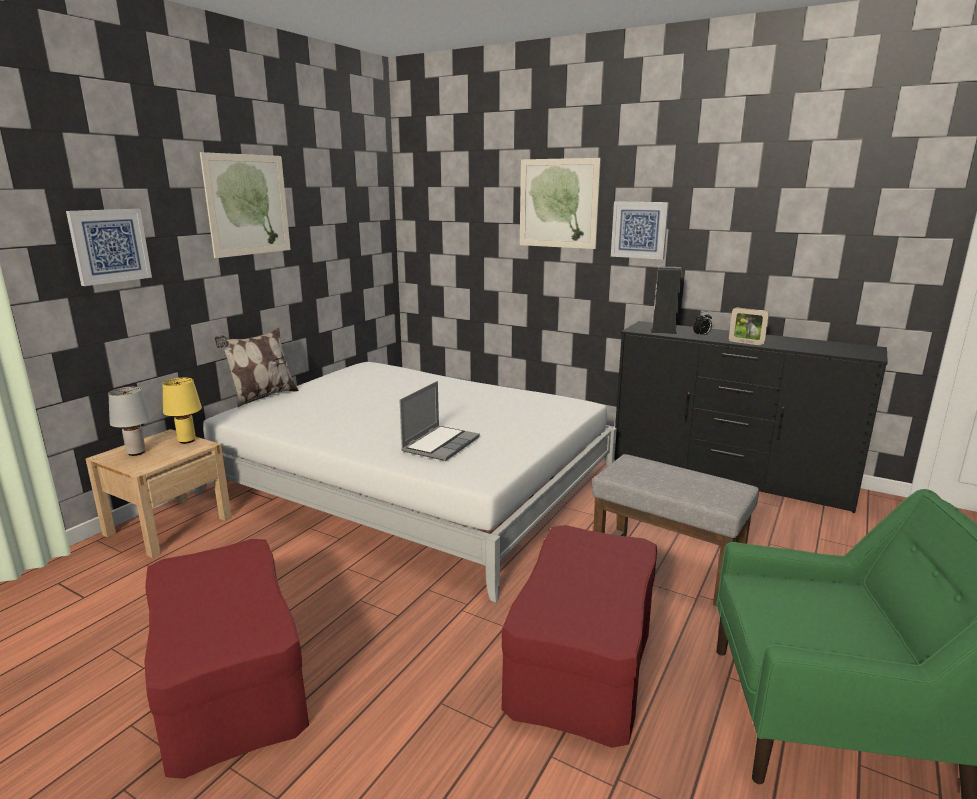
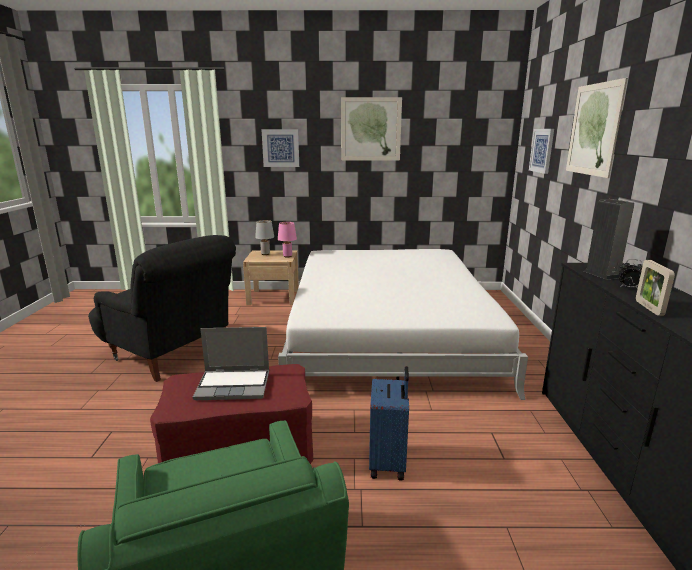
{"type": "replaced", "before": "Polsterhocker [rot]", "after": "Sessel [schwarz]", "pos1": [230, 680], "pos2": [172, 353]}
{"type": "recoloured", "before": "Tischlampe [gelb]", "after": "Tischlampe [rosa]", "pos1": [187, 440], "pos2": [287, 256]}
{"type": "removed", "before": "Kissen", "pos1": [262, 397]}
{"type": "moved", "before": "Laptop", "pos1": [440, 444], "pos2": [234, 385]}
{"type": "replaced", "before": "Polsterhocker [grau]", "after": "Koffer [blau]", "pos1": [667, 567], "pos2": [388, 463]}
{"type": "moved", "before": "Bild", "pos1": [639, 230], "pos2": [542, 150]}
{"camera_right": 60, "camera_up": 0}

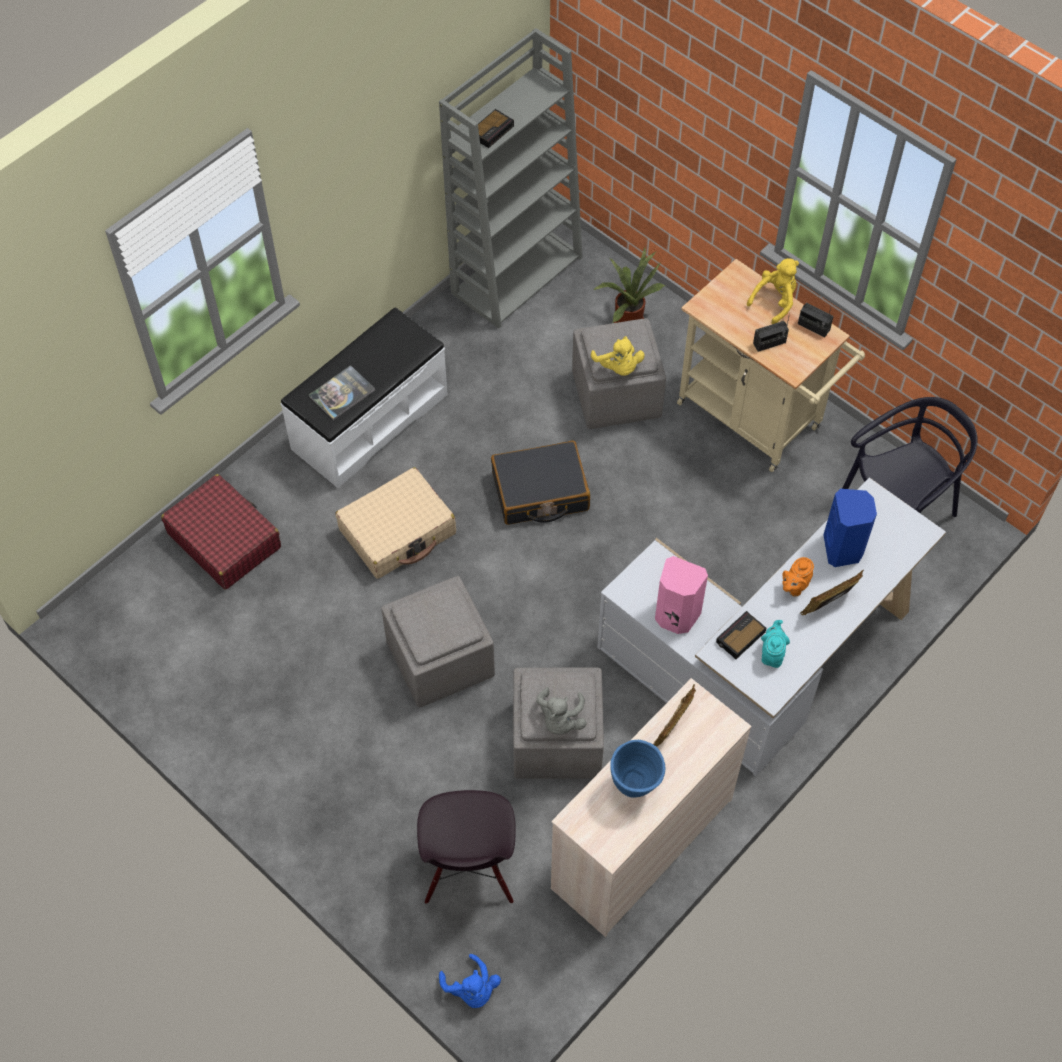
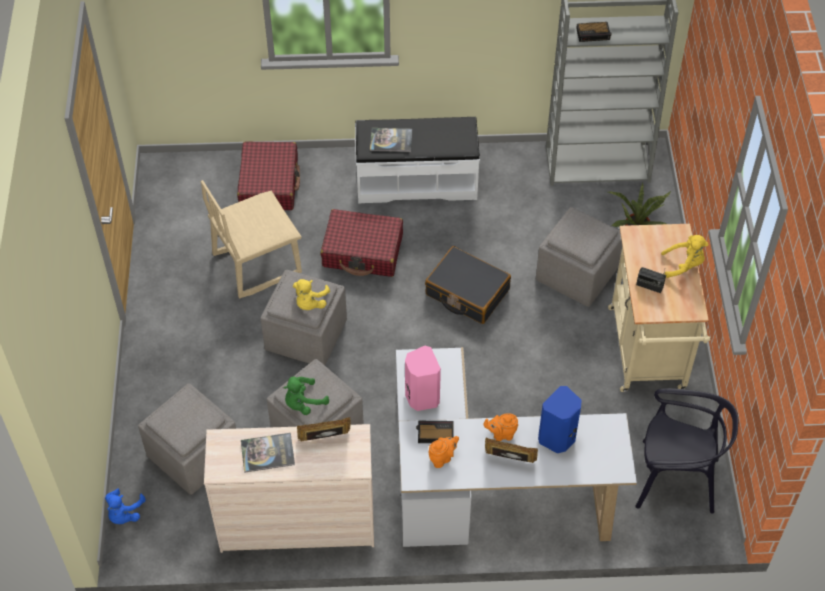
{"type": "recoloured", "before": "Koffer [beige]", "after": "Koffer [rot]", "pos1": [398, 532], "pos2": [363, 251]}
{"type": "replaced", "before": "Stuhl [schwarz]", "after": "Polsterhocker [grau]", "pos1": [469, 871], "pos2": [192, 455]}
{"type": "recoloured", "before": "Plüschtier [grau]", "after": "Plüschtier [grün]", "pos1": [560, 720], "pos2": [303, 403]}
{"type": "moved", "before": "Plüschtier [gelb]", "pos1": [618, 367], "pos2": [310, 303]}
{"type": "replaced", "before": "Vase [blau]", "after": "Buch", "pos1": [635, 790], "pos2": [267, 453]}
{"type": "recoloured", "before": "Teekanne [türkis]", "after": "Teekanne [orange]", "pos1": [772, 654], "pos2": [442, 458]}
{"type": "removed", "before": "Radio", "pos1": [813, 327]}
{"type": "added", "after": "Stuhl [beige]", "pos2": [256, 263]}
{"camera_right": 45, "camera_up": -5}

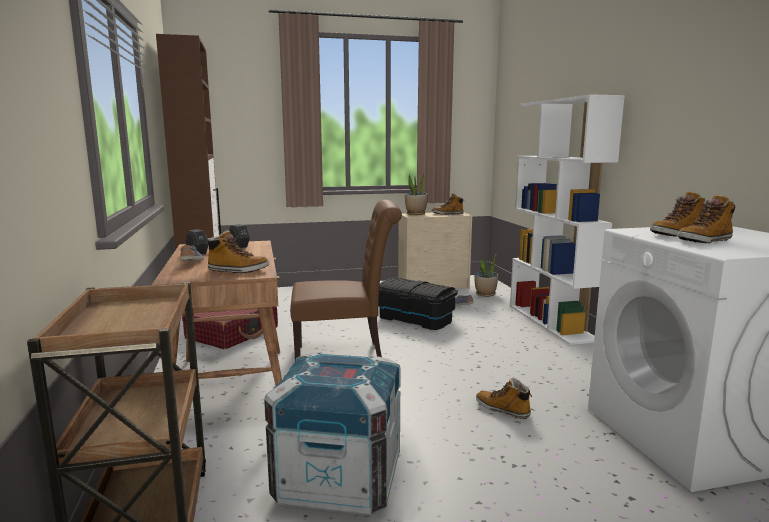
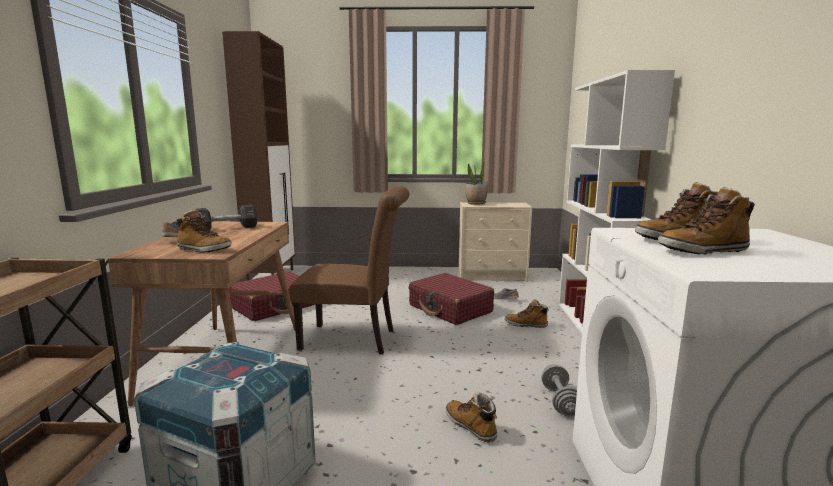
{"type": "replaced", "before": "Aufbewahrungsbox [schwarz]", "after": "Koffer [rot]", "pos1": [415, 319], "pos2": [450, 309]}
{"type": "moved", "before": "Stiefel", "pos1": [447, 214], "pos2": [526, 325]}
{"type": "removed", "before": "Topfpflanze", "pos1": [485, 294]}
{"type": "added", "after": "Hantel [grau]", "pos2": [560, 401]}
{"camera_right": 15, "camera_up": 0}

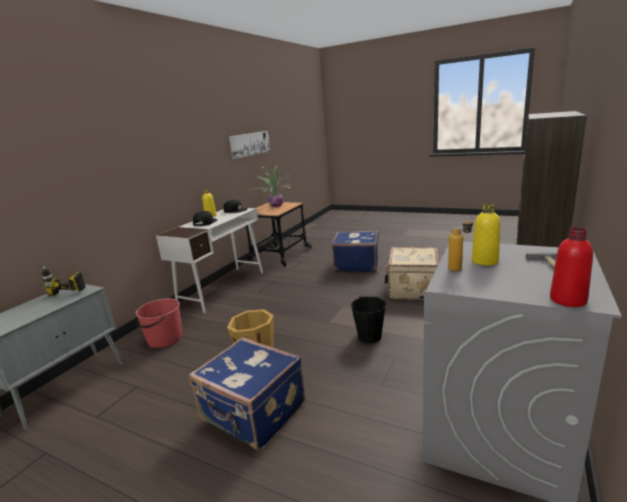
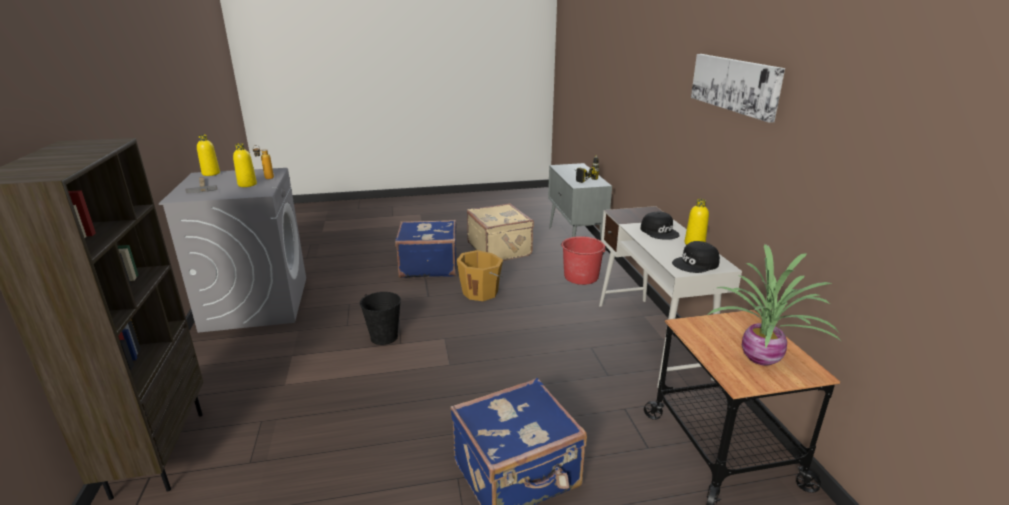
{"type": "moved", "before": "Bild", "pos1": [250, 144], "pos2": [734, 84]}
{"type": "moved", "before": "Koffer [beige]", "pos1": [412, 289], "pos2": [500, 249]}
{"type": "recoloured", "before": "Flasche [rot]", "after": "Flasche [gelb]", "pos1": [568, 300], "pos2": [211, 173]}
{"camera_right": 140, "camera_up": 5}

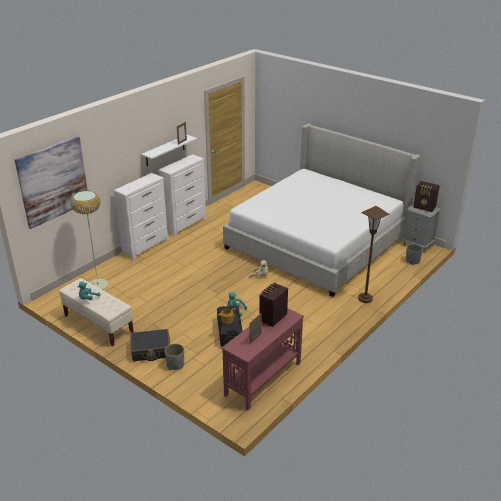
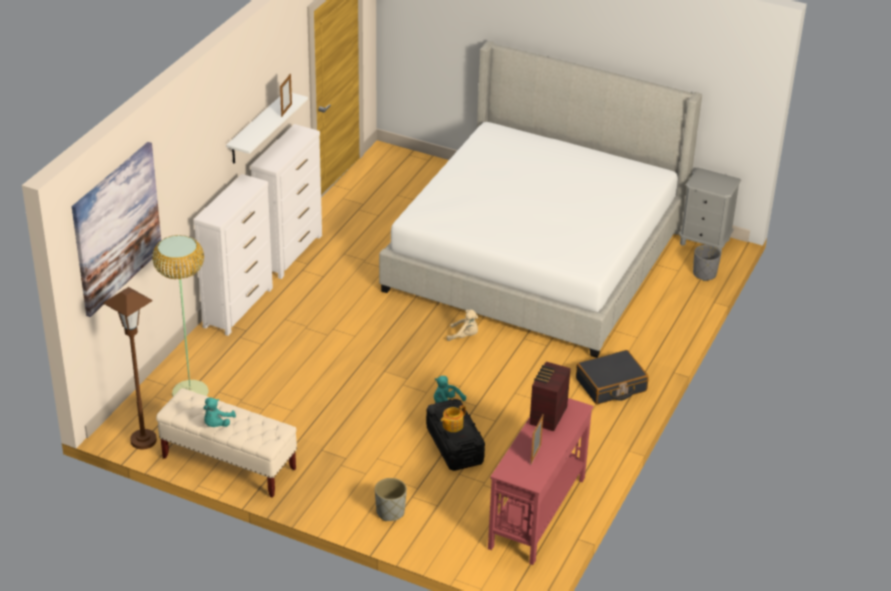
{"type": "moved", "before": "Koffer [schwarz]", "pos1": [151, 350], "pos2": [611, 385]}
{"type": "moved", "before": "Stehlampe [braun]", "pos1": [365, 298], "pos2": [143, 440]}
{"type": "removed", "before": "Radio", "pos1": [424, 207]}
{"camera_right": -15, "camera_up": 5}

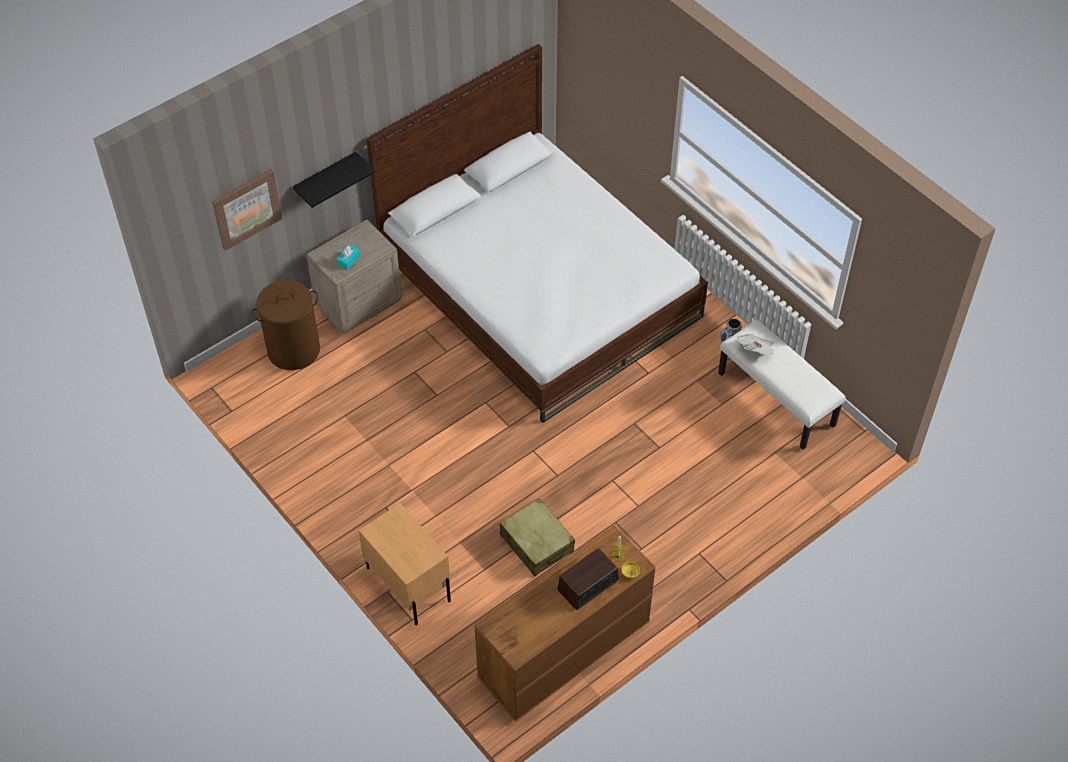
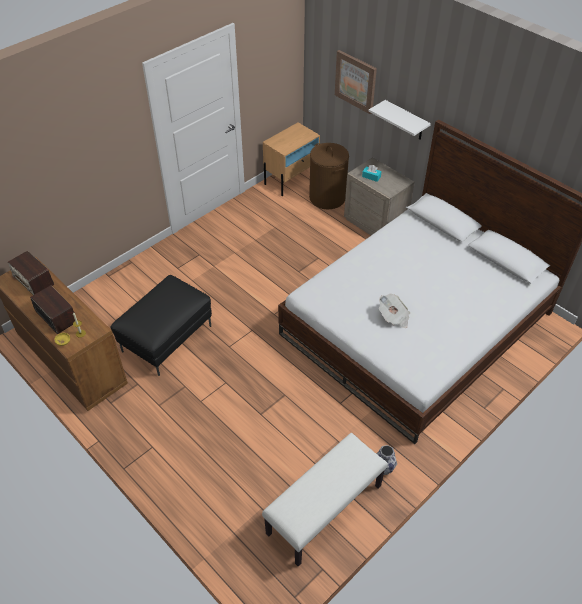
{"type": "recoloured", "before": "Wandregal [schwarz]", "after": "Wandregal [weiß]", "pos1": [326, 179], "pos2": [406, 121]}
{"type": "moved", "before": "Nachttisch [beige]", "pos1": [408, 584], "pos2": [291, 179]}
{"type": "replaced", "before": "Koffer [beige]", "after": "Polsterhocker [schwarz]", "pos1": [536, 543], "pos2": [166, 338]}
{"type": "moved", "before": "Zeitung", "pos1": [756, 350], "pos2": [393, 317]}
{"type": "added", "after": "Radio", "pos2": [33, 280]}
{"camera_right": 85, "camera_up": -5}

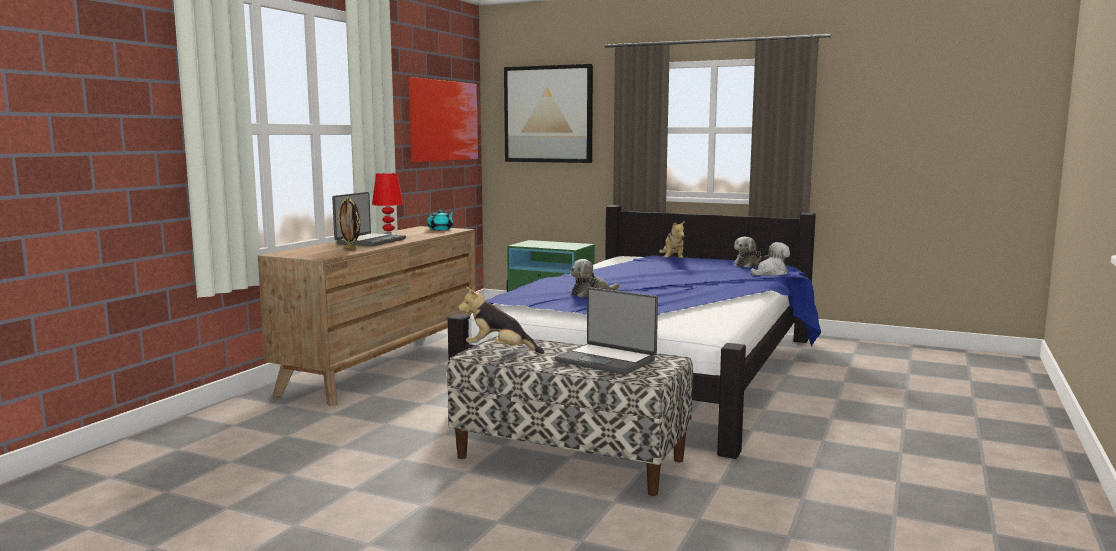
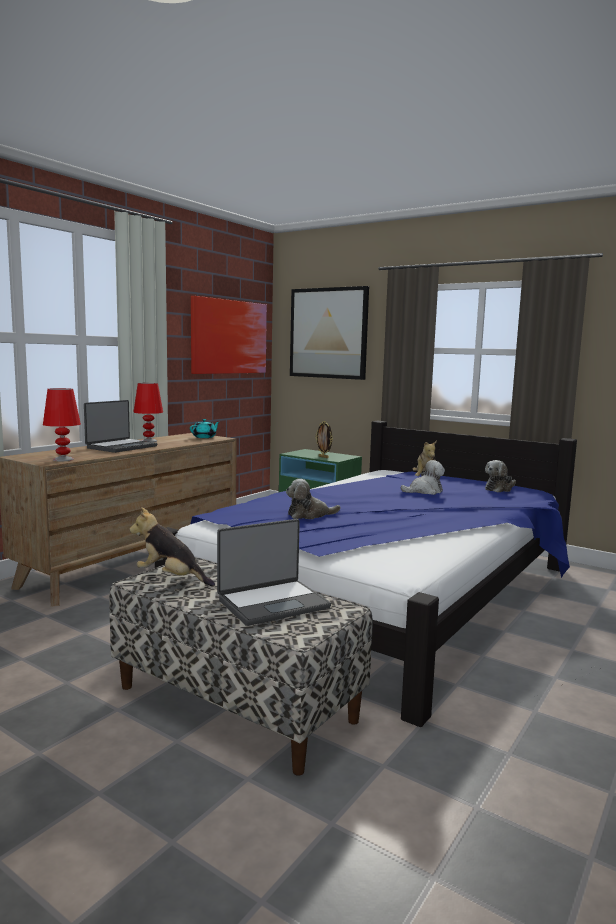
{"type": "moved", "before": "Bilderrahmen", "pos1": [351, 249], "pos2": [323, 457]}
{"type": "turned", "before": "Laptop", "pos1": [607, 360], "pos2": [272, 603], "turn": -75}
{"type": "moved", "before": "Plüschtier", "pos1": [771, 274], "pos2": [424, 491]}
{"type": "added", "after": "Tischlampe [rot]", "pos2": [63, 459]}
{"camera_right": 10, "camera_up": 0}

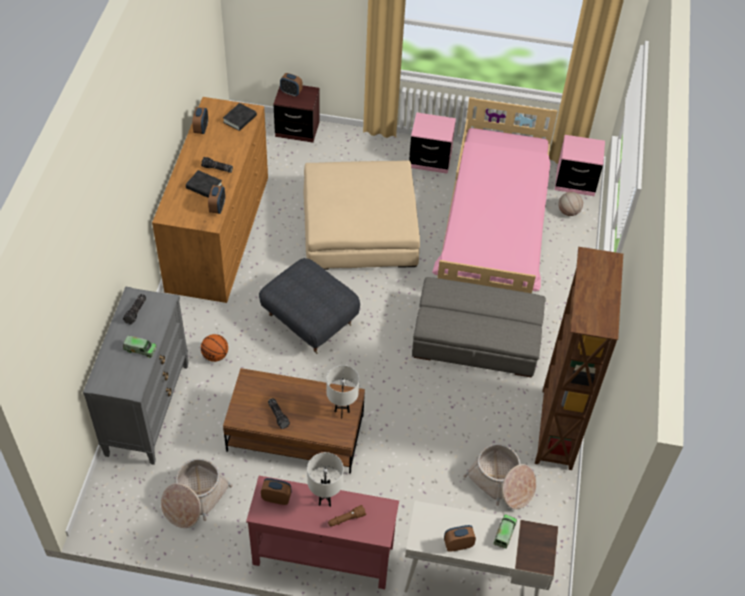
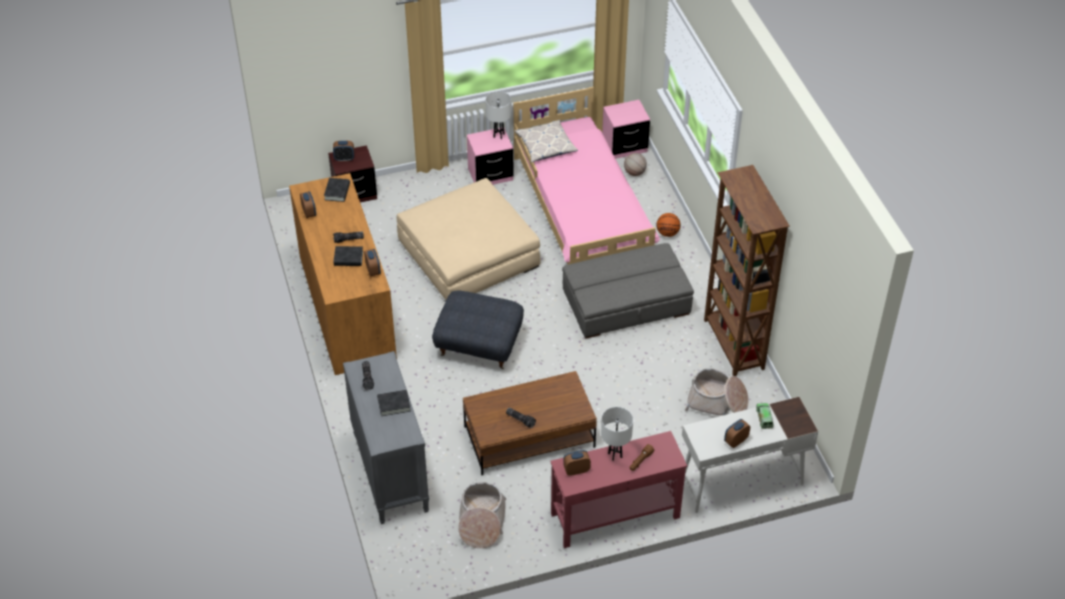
{"type": "replaced", "before": "Spielzeuglaster", "after": "Buch [schwarz]", "pos1": [140, 349], "pos2": [394, 404]}
{"type": "moved", "before": "Basketball", "pos1": [215, 355], "pos2": [667, 233]}
{"type": "moved", "before": "Tischlampe [weiß]", "pos1": [341, 412], "pos2": [498, 135]}
{"type": "added", "after": "Kissen", "pos2": [545, 145]}
{"camera_right": -25, "camera_up": -5}

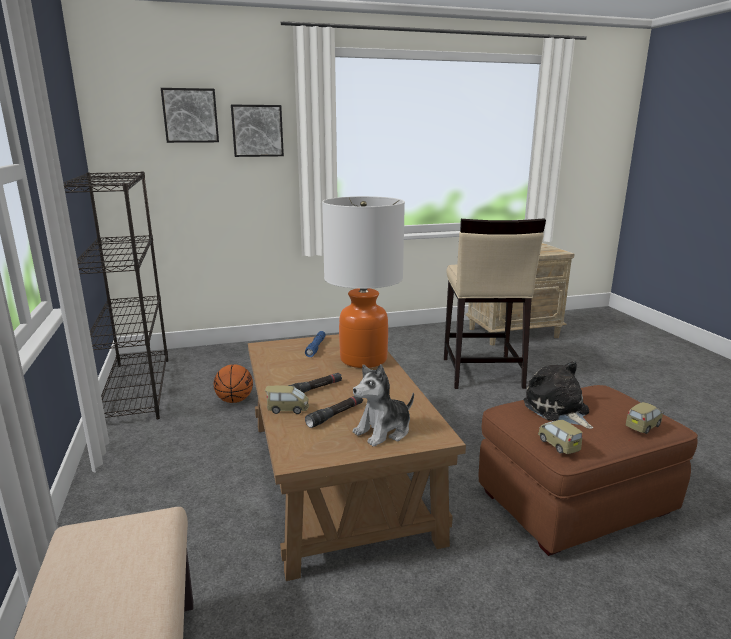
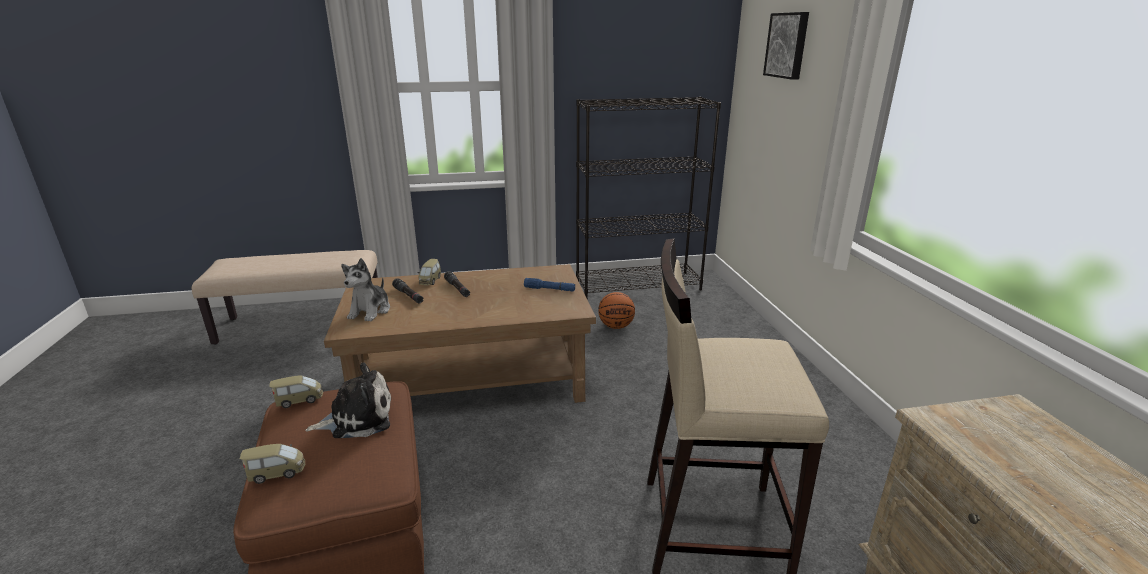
{"type": "removed", "before": "Bild", "pos1": [257, 131]}
{"type": "removed", "before": "Tischlampe", "pos1": [363, 359]}
{"type": "turned", "before": "Plüschtier", "pos1": [384, 431], "pos2": [370, 311], "turn": -135}
{"type": "turned", "before": "Spielzeugauto", "pos1": [643, 426], "pos2": [277, 472], "turn": -75}
{"camera_right": 95, "camera_up": 5}

